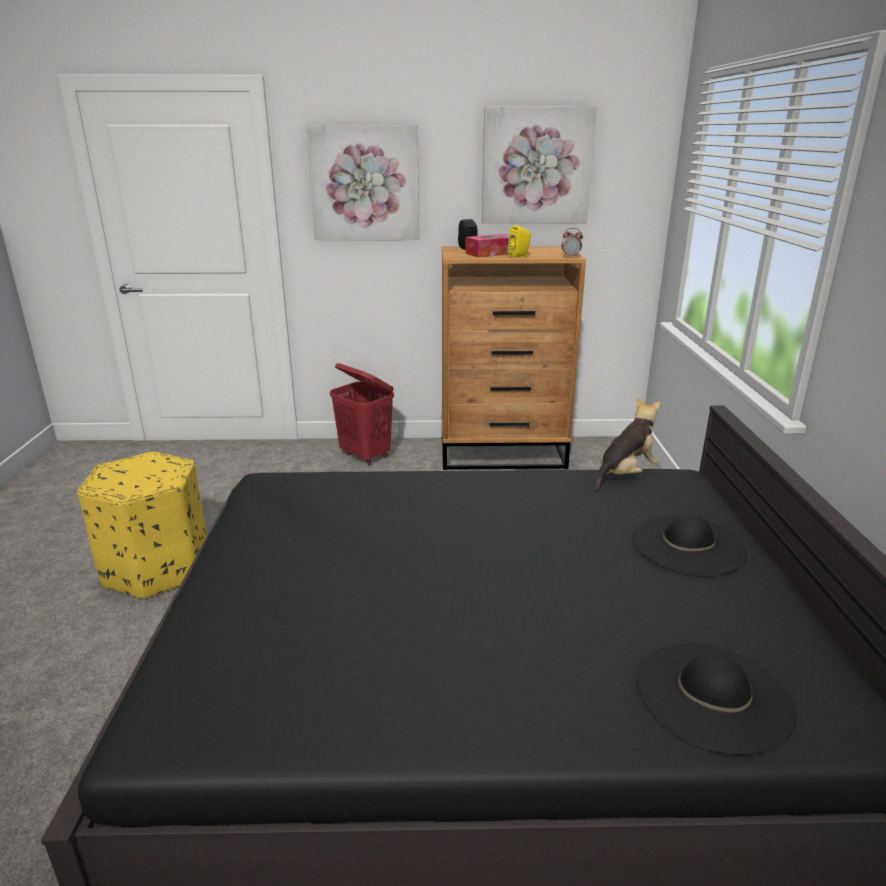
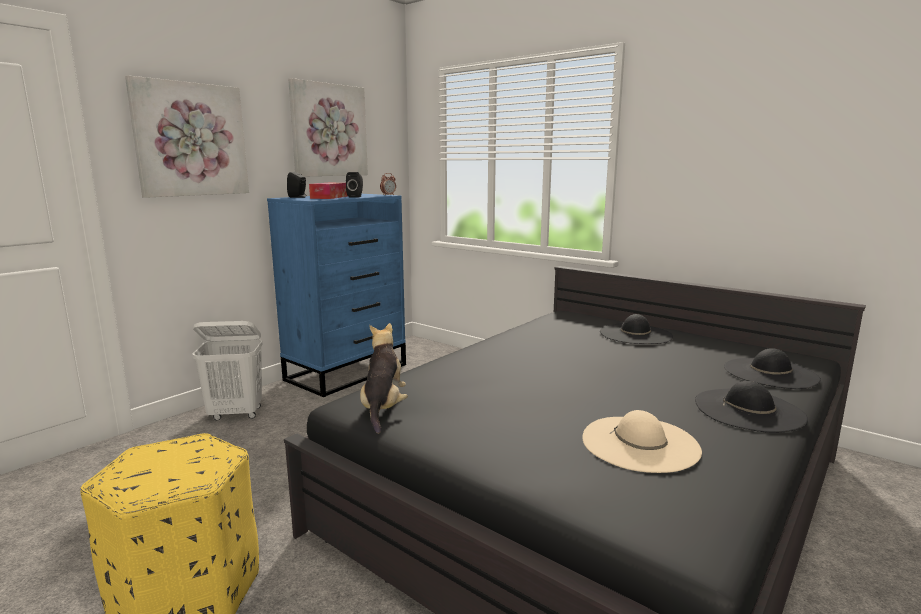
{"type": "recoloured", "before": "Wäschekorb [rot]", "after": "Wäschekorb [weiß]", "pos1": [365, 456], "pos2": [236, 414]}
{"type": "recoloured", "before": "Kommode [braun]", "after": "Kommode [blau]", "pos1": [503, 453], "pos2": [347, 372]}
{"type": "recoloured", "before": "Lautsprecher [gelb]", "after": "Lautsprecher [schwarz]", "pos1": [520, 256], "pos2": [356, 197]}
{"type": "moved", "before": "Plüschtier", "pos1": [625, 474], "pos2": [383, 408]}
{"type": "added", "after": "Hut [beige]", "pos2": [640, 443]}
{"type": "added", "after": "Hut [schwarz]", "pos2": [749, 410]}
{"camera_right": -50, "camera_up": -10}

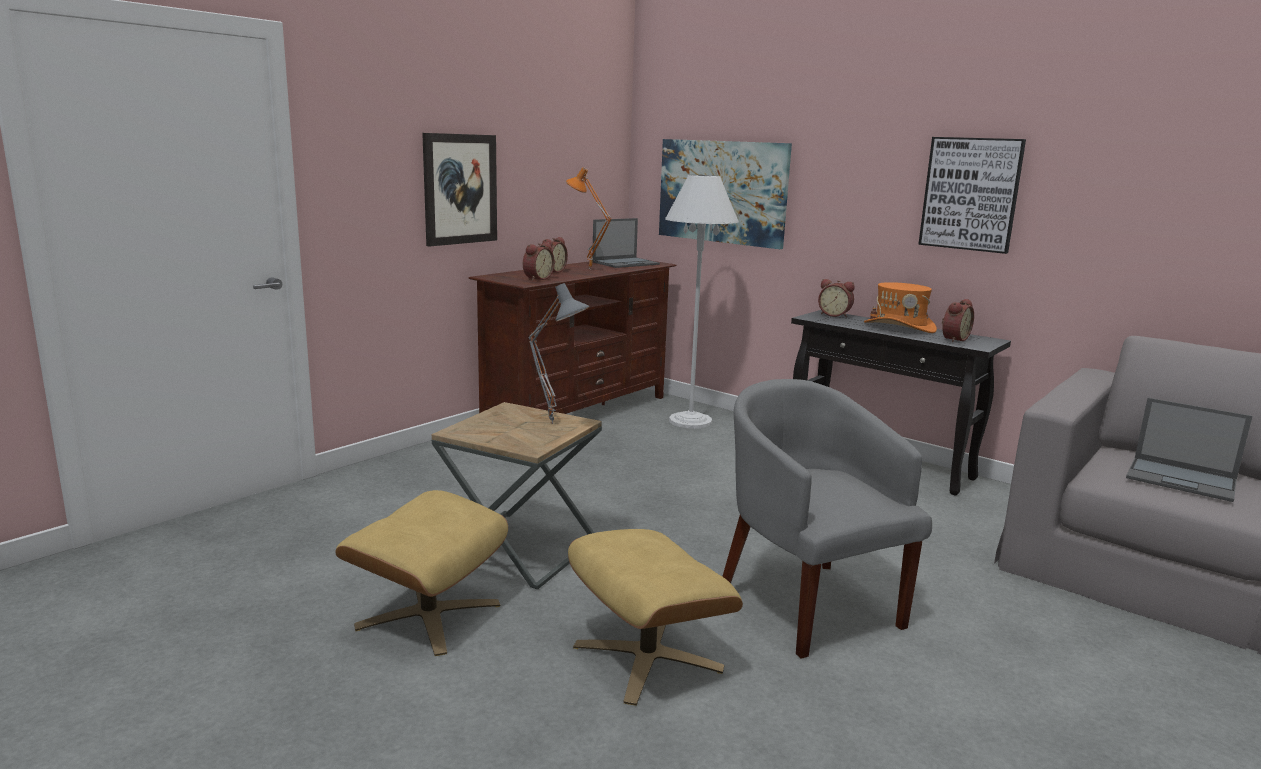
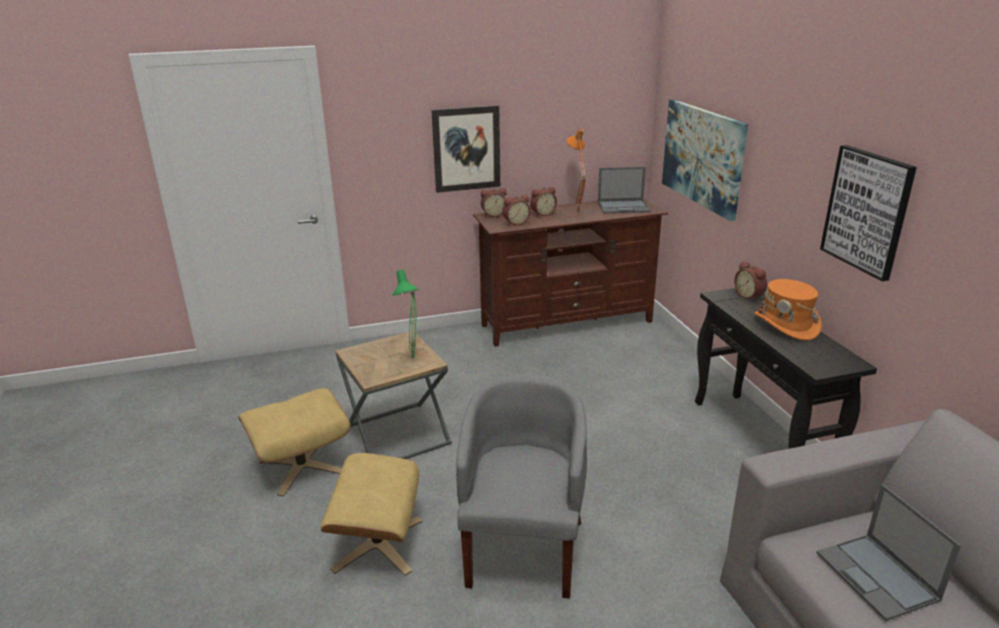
{"type": "recoloured", "before": "Tischlampe [grau]", "after": "Tischlampe [grün]", "pos1": [554, 423], "pos2": [415, 359]}
{"type": "removed", "before": "Stehlampe [weiß]", "pos1": [690, 421]}
{"type": "moved", "before": "Wecker", "pos1": [953, 339], "pos2": [493, 214]}
{"camera_right": 35, "camera_up": 10}

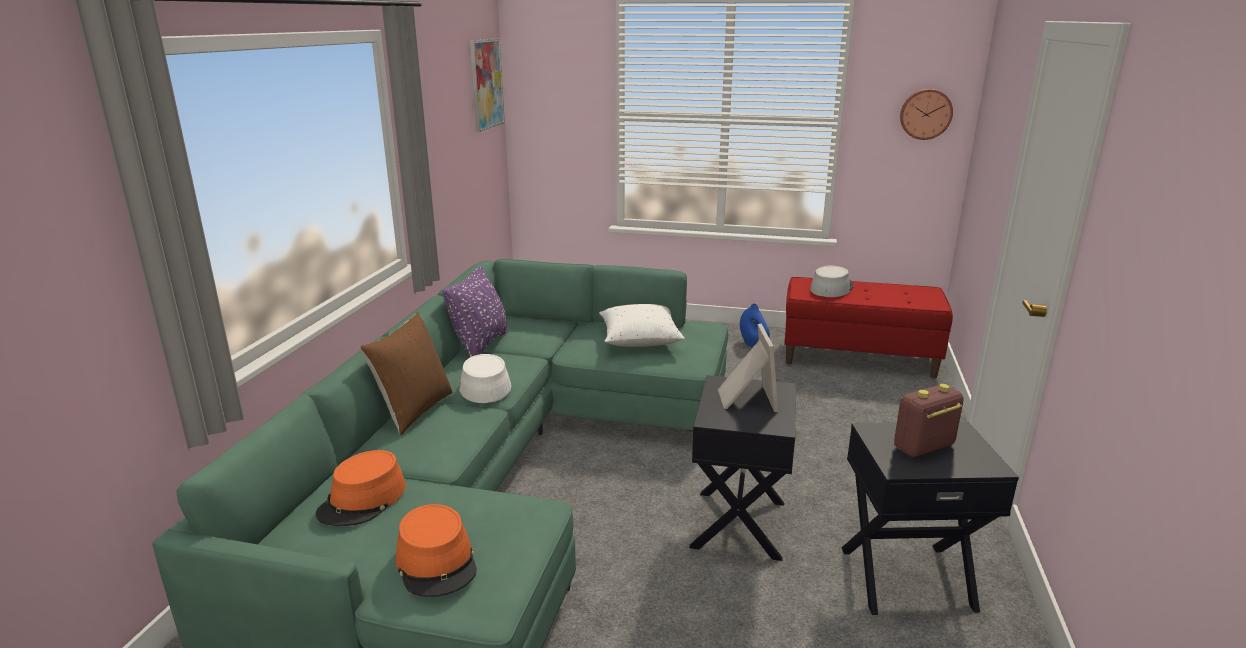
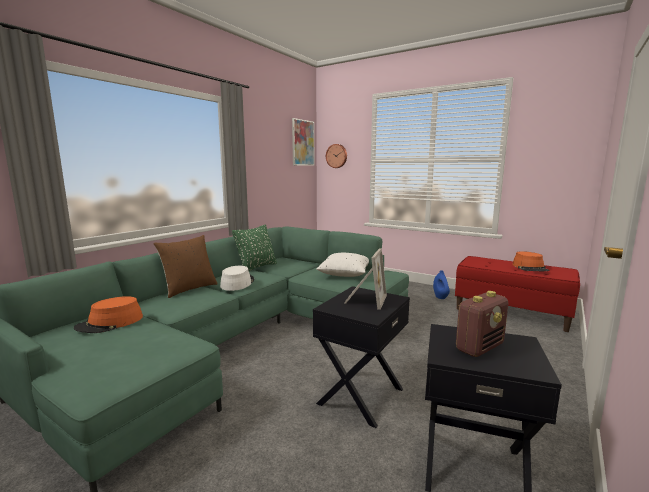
{"type": "moved", "before": "Hut [orange]", "pos1": [437, 562], "pos2": [530, 268]}
{"type": "recoloured", "before": "Kissen [lila]", "after": "Kissen [grün]", "pos1": [480, 345], "pos2": [256, 267]}
{"type": "removed", "before": "Hut [grau]", "pos1": [831, 288]}
{"type": "turned", "before": "Radio", "pos1": [923, 447], "pos2": [479, 347], "turn": 150}
{"type": "moved", "before": "Wanduhr", "pos1": [925, 114], "pos2": [337, 156]}
{"camera_right": 20, "camera_up": -10}

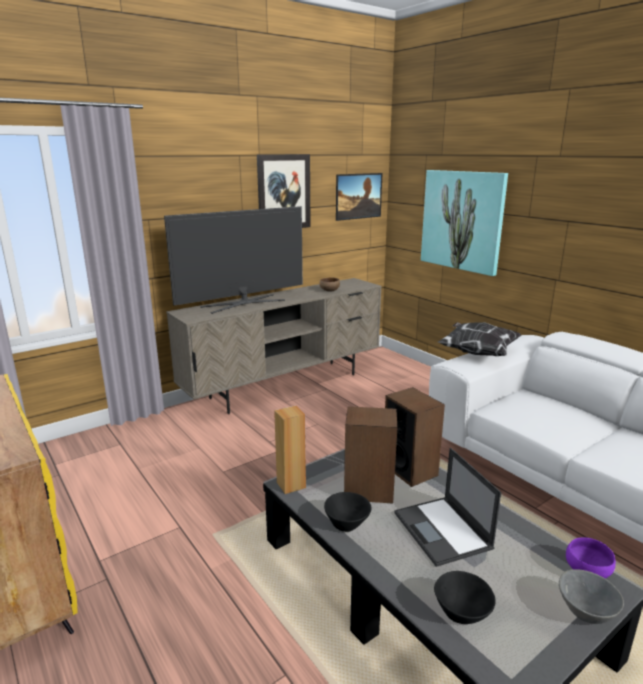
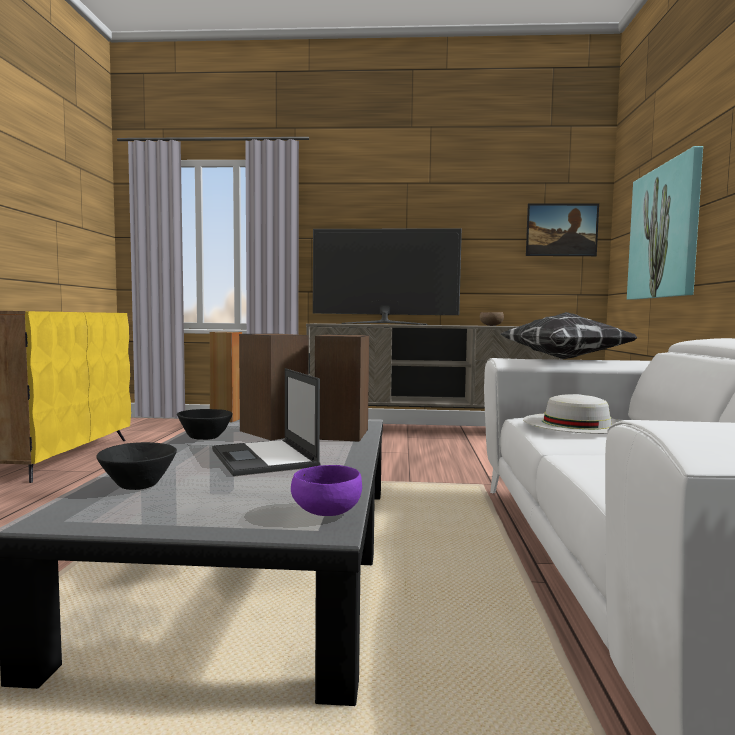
{"type": "removed", "before": "Bild", "pos1": [284, 192]}
{"type": "turned", "before": "Laptop", "pos1": [443, 531], "pos2": [264, 458], "turn": -45}
{"type": "removed", "before": "Schüssel [grau]", "pos1": [584, 613]}
{"type": "added", "after": "Hut [weiß]", "pos2": [576, 423]}
{"camera_right": 40, "camera_up": -15}

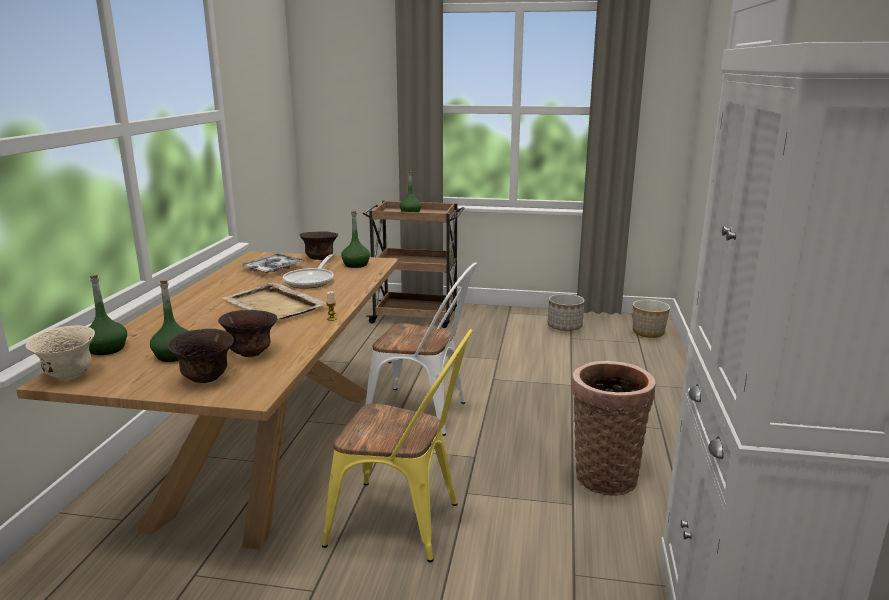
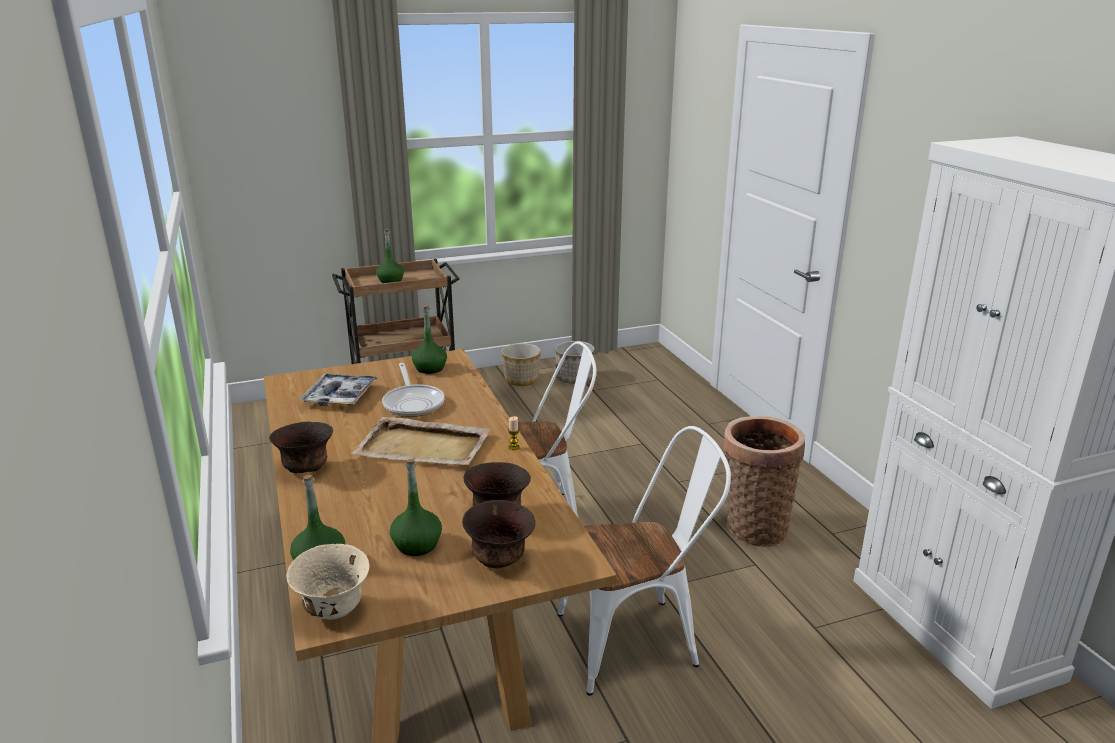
{"type": "moved", "before": "Schüssel [braun]", "pos1": [319, 259], "pos2": [305, 469]}
{"type": "recoloured", "before": "Stuhl [gelb]", "after": "Stuhl [weiß]", "pos1": [405, 523], "pos2": [638, 640]}
{"type": "moved", "before": "Pflanzkübel", "pos1": [649, 332], "pos2": [522, 379]}
{"camera_right": -30, "camera_up": 5}

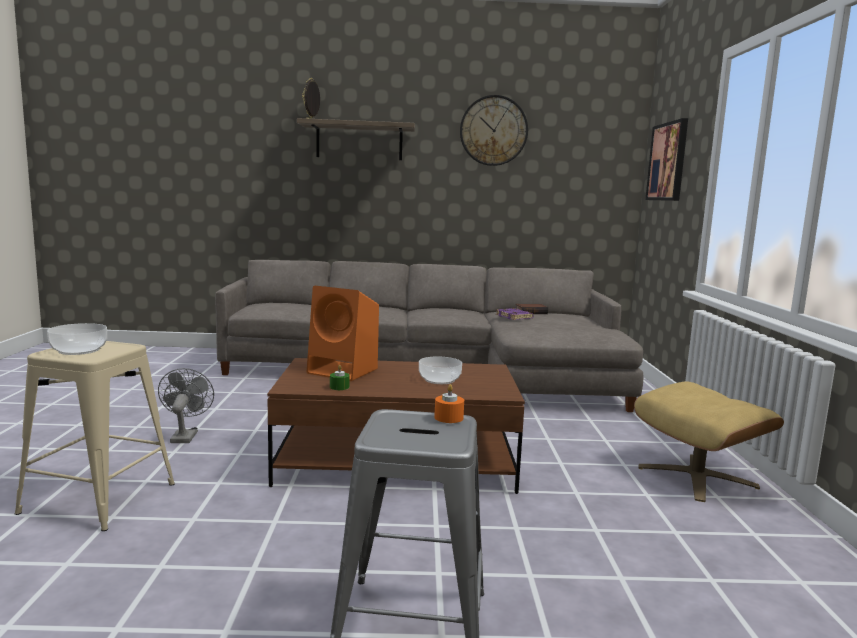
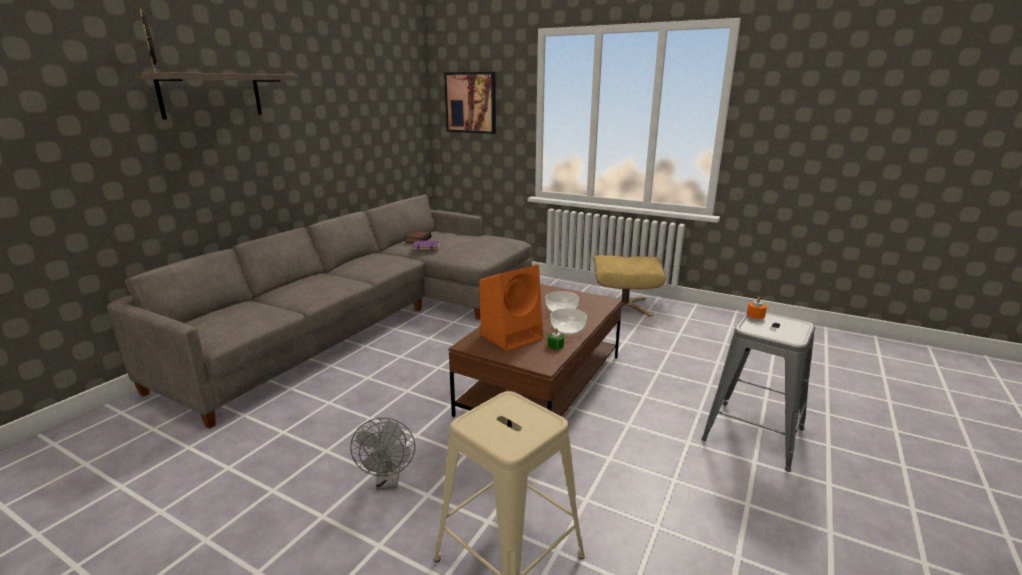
{"type": "moved", "before": "Schüssel", "pos1": [79, 350], "pos2": [567, 329]}
{"type": "turned", "before": "Ventilator [grau]", "pos1": [185, 435], "pos2": [388, 482], "turn": -120}
{"type": "removed", "before": "Wanduhr", "pos1": [493, 131]}
{"camera_right": -60, "camera_up": 10}

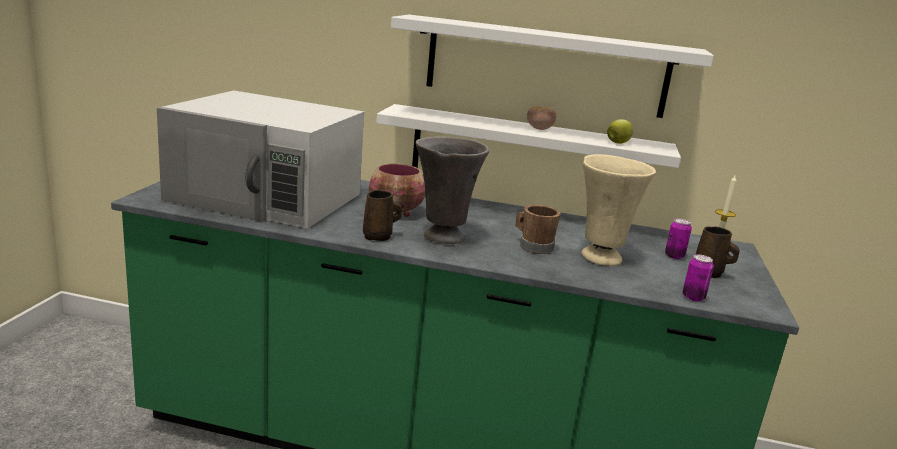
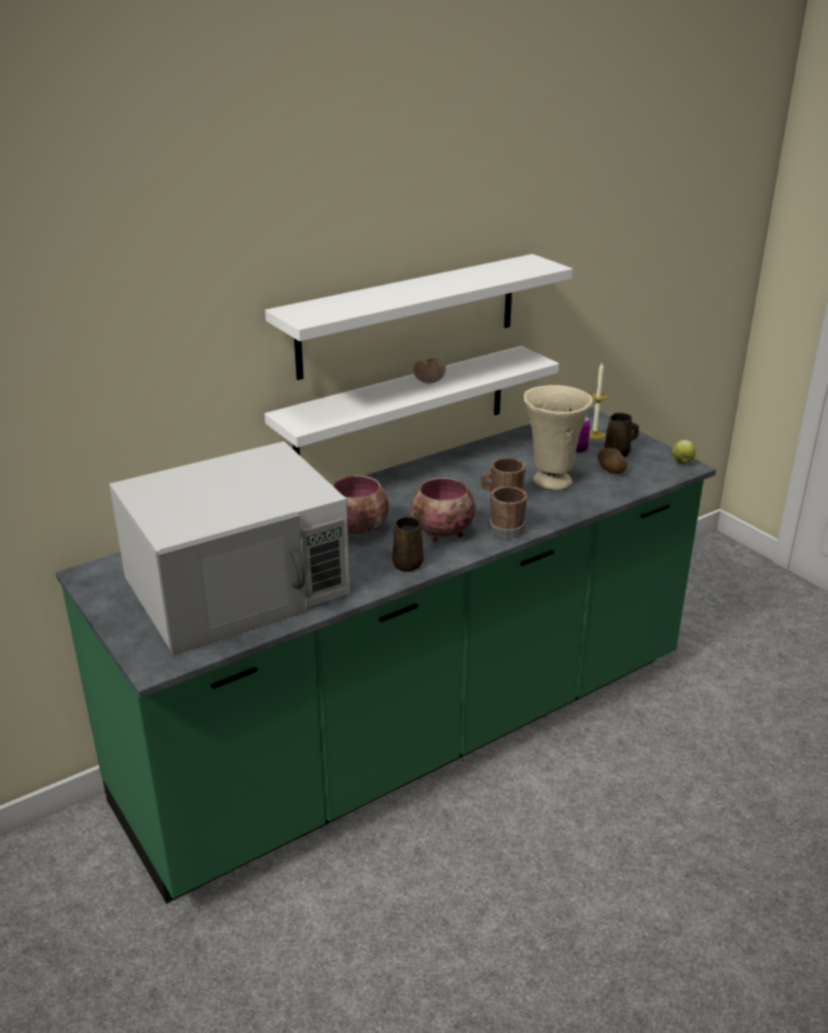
{"type": "replaced", "before": "Vase [grau]", "after": "Schüssel", "pos1": [442, 237], "pos2": [442, 532]}
{"type": "moved", "before": "Apfel", "pos1": [618, 143], "pos2": [682, 462]}
{"type": "removed", "before": "Dose", "pos1": [693, 297]}
{"type": "added", "after": "Henkelbecher [braun]", "pos2": [508, 528]}
{"type": "added", "after": "Kartoffel", "pos2": [610, 470]}
{"camera_right": -45, "camera_up": 10}

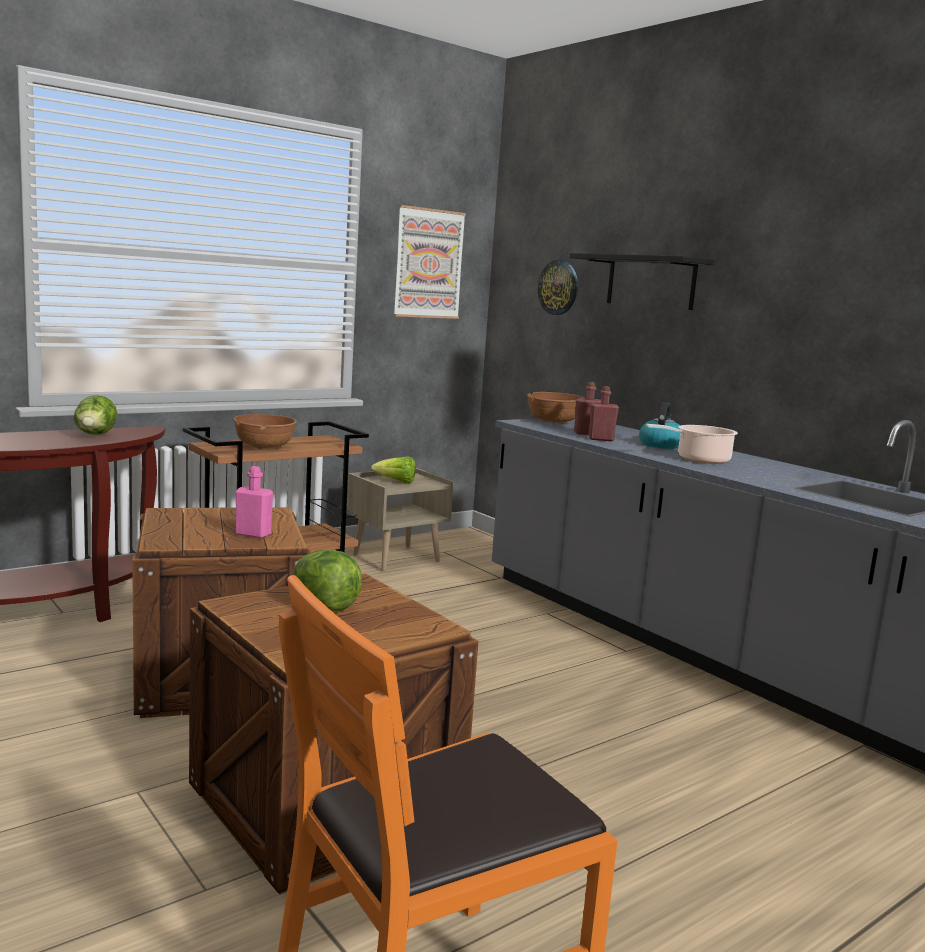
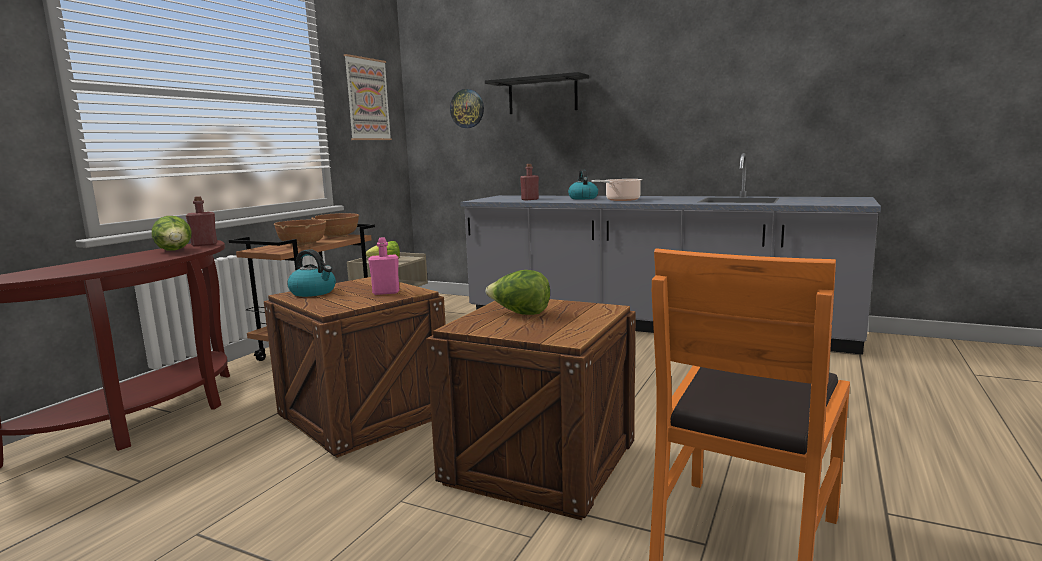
{"type": "moved", "before": "Schüssel [braun]", "pos1": [554, 422], "pos2": [337, 236]}
{"type": "moved", "before": "Flasche [rot]", "pos1": [601, 439], "pos2": [204, 244]}
{"type": "added", "after": "Wasserkessel", "pos2": [313, 292]}
{"camera_right": -25, "camera_up": 0}

